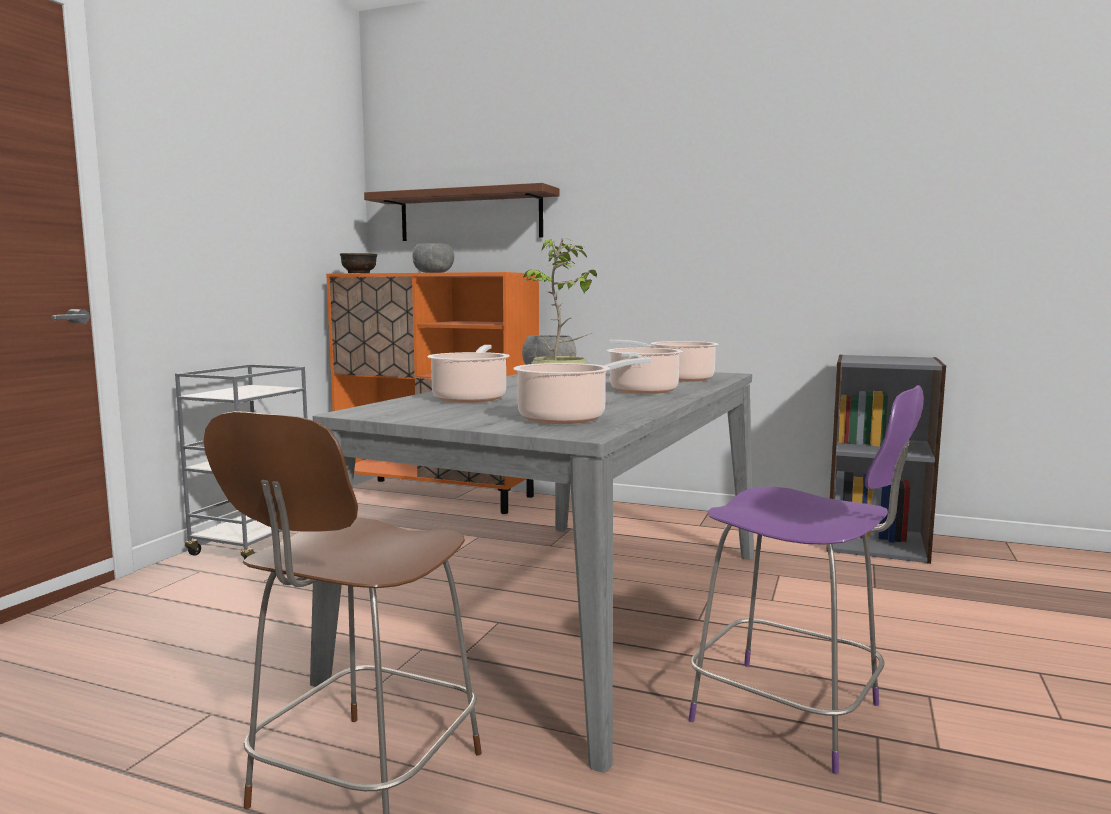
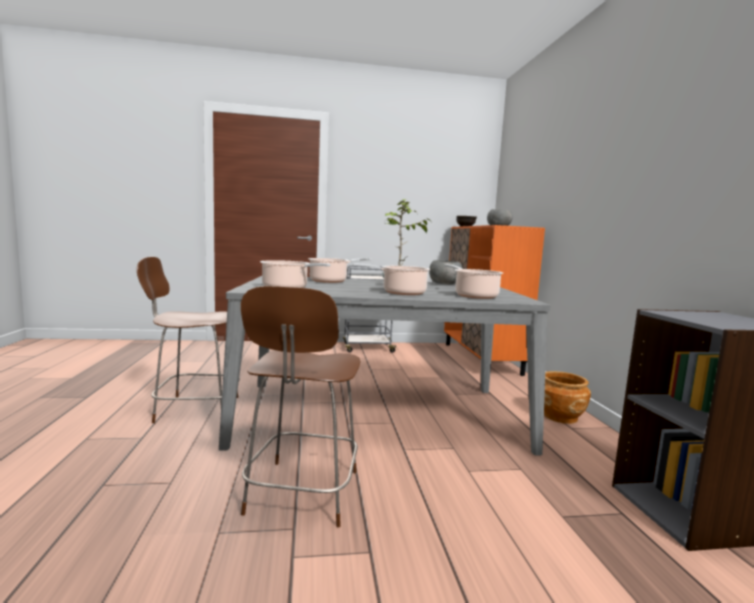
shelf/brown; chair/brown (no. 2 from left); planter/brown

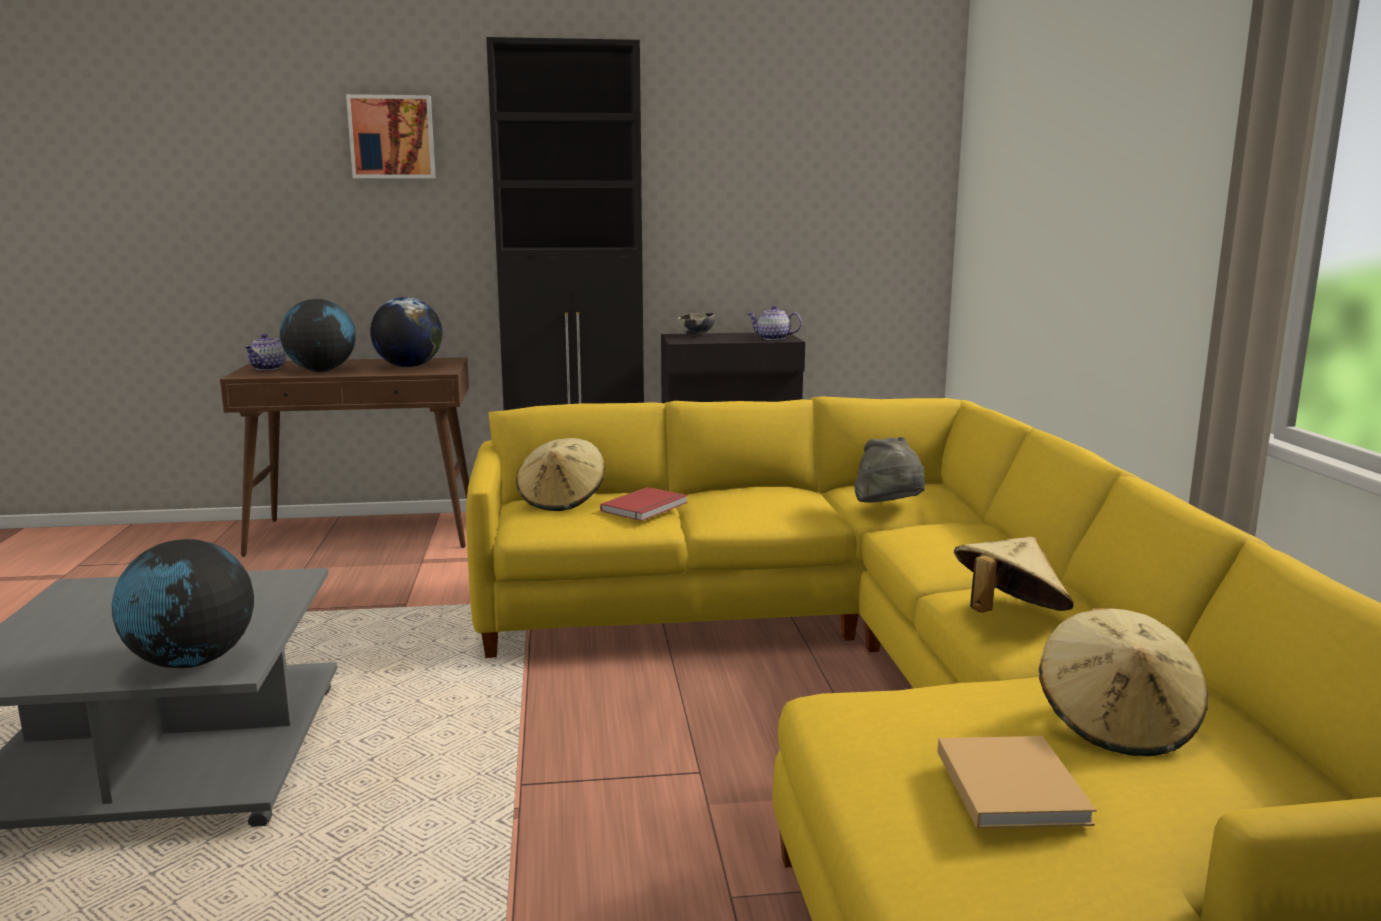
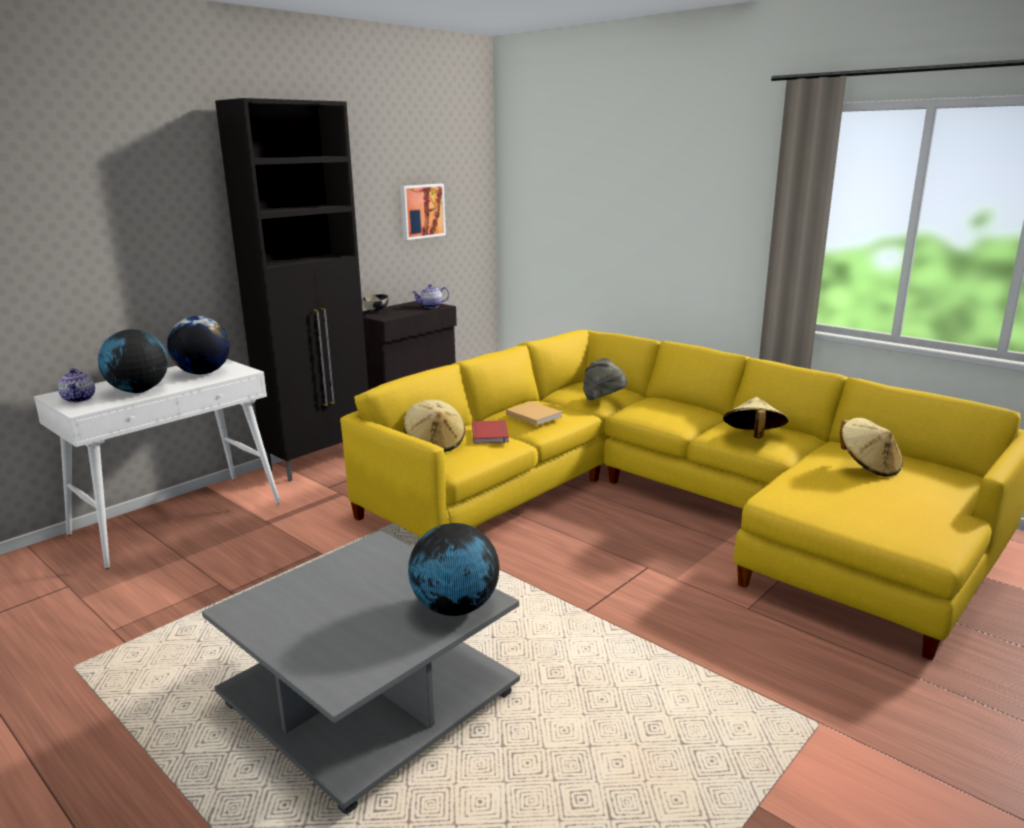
picture; console table/white; book/beige

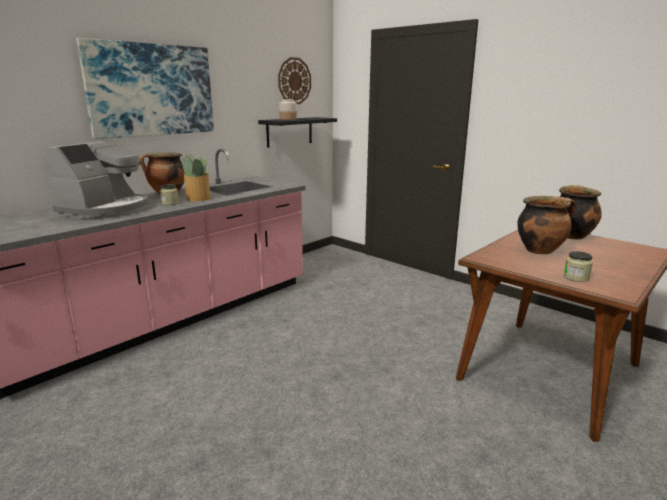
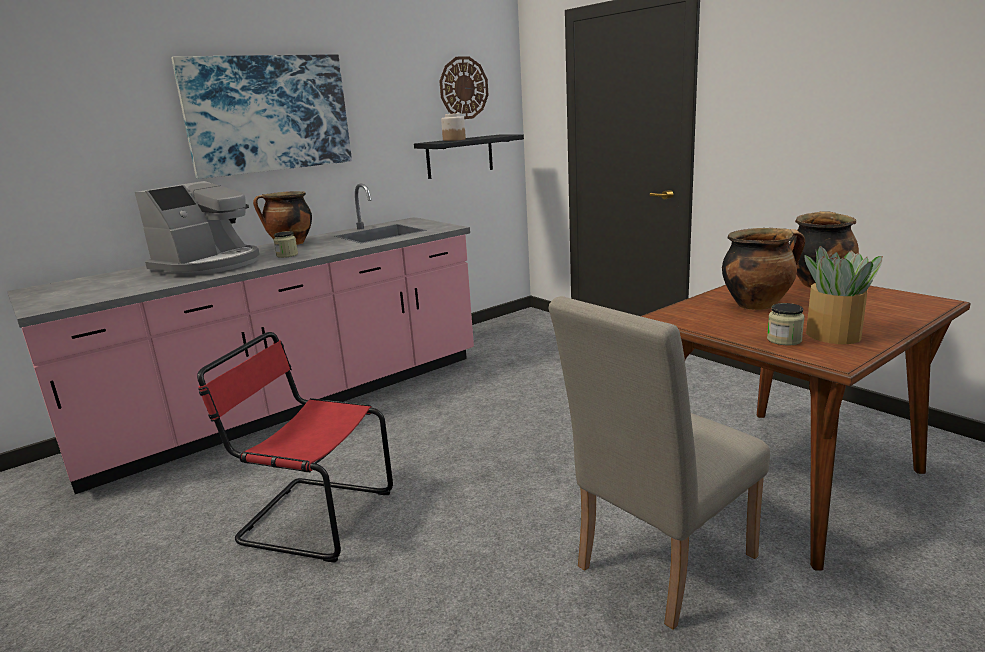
potted plant; chair/beige; chair/red

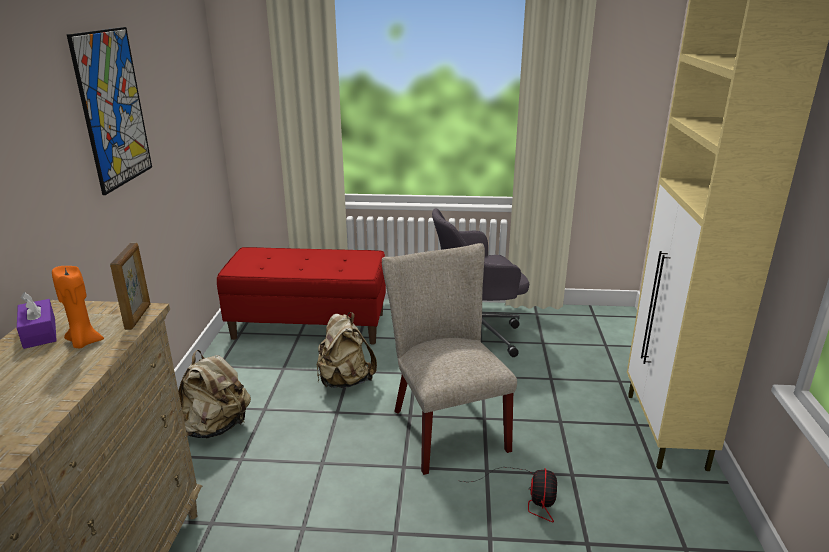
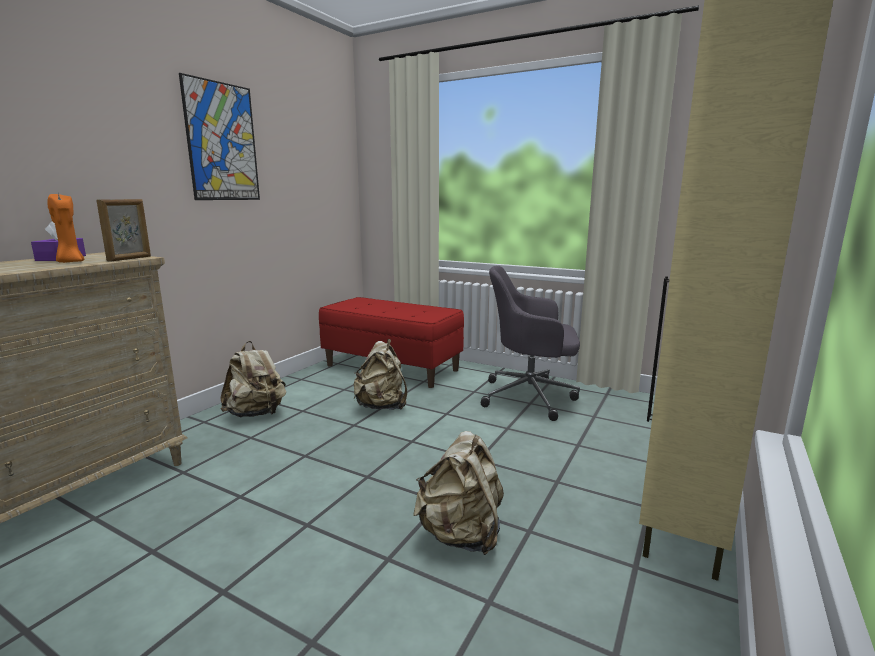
chair/beige; backpack/beige (no. 3 from left)

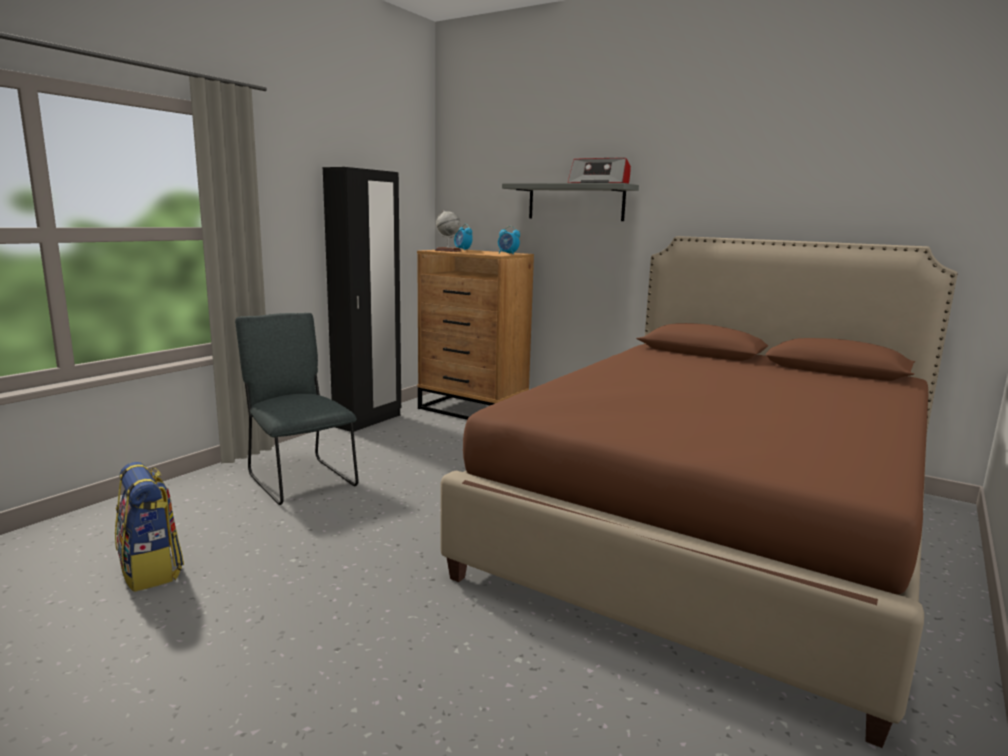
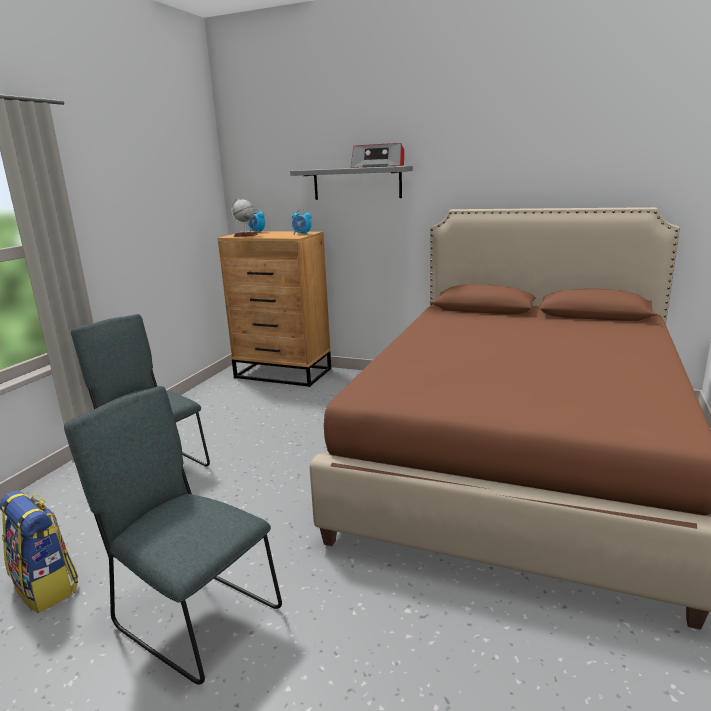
wardrobe/black; chair/grey (no. 2 from left)

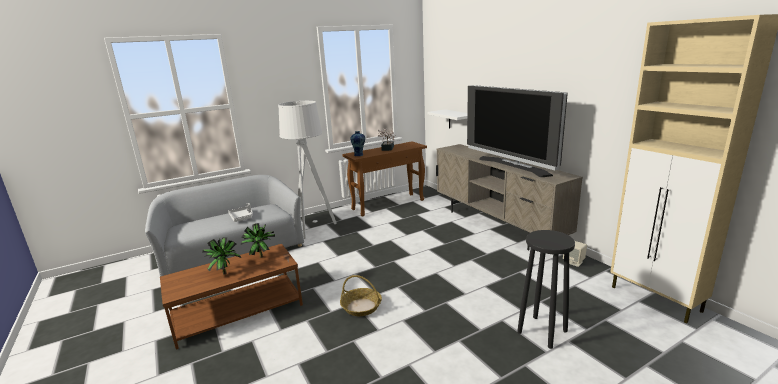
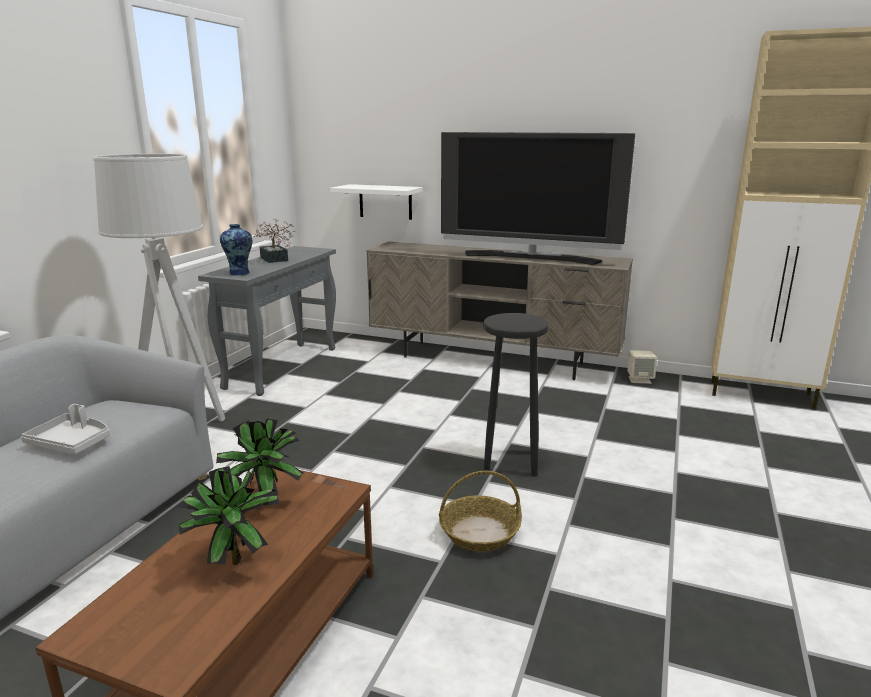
console table/grey; stool/black

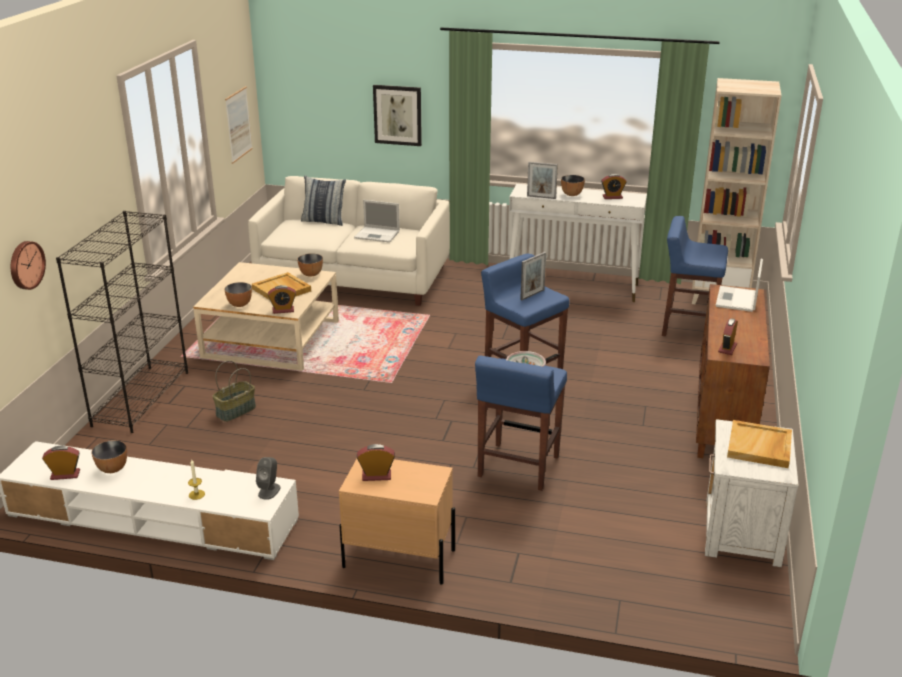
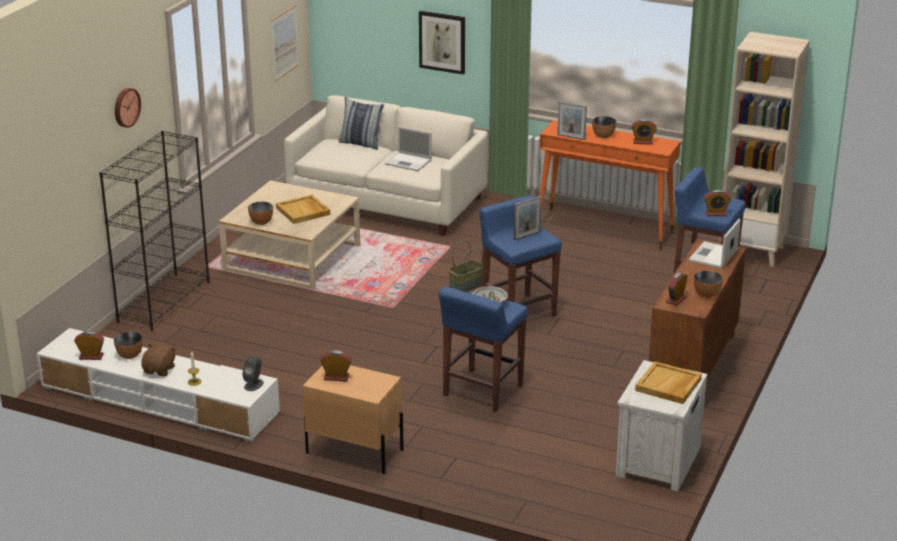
console table/orange; wall clock; bowl (no. 5 from left); alarm clock (no. 5 from left); basket; plush toy/brown

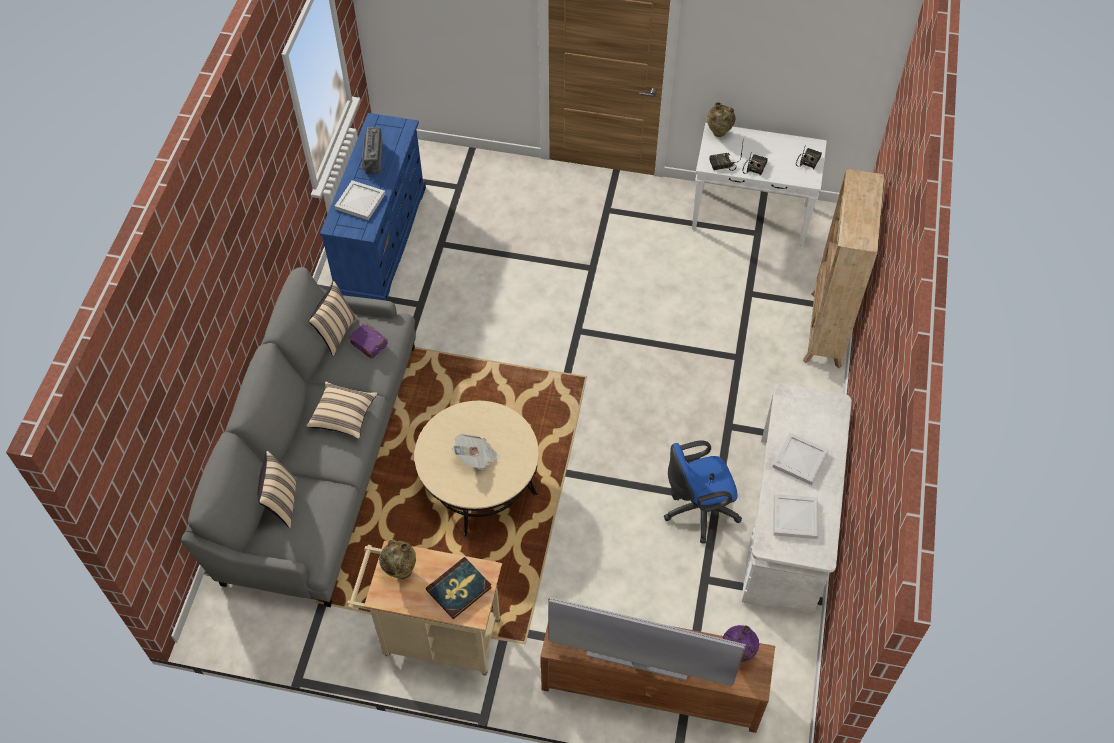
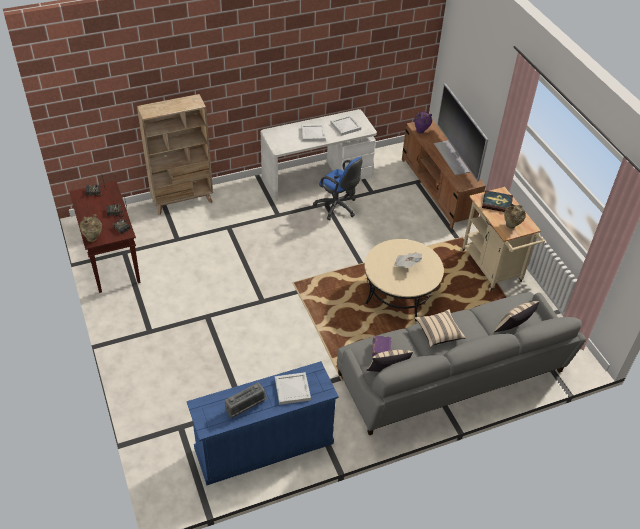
console table/brown

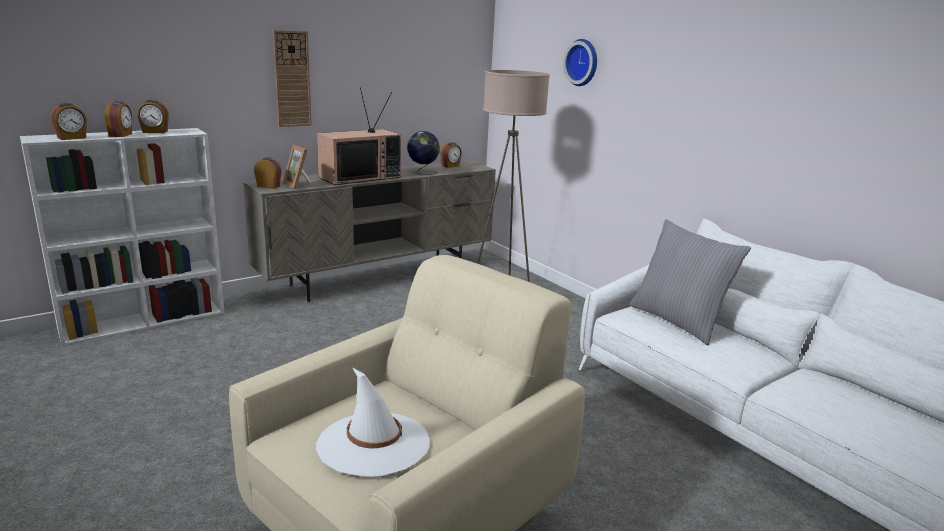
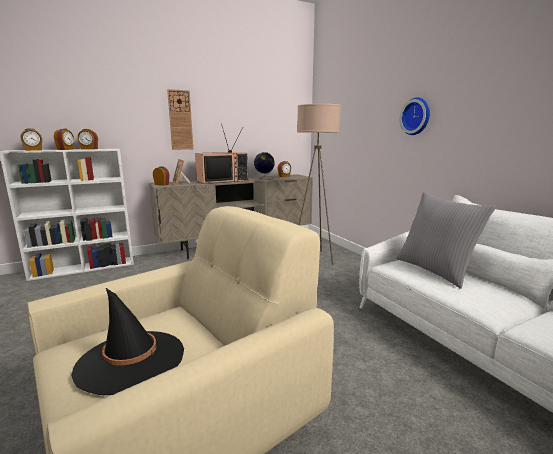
wall clock (no. 2 from left); hat/black

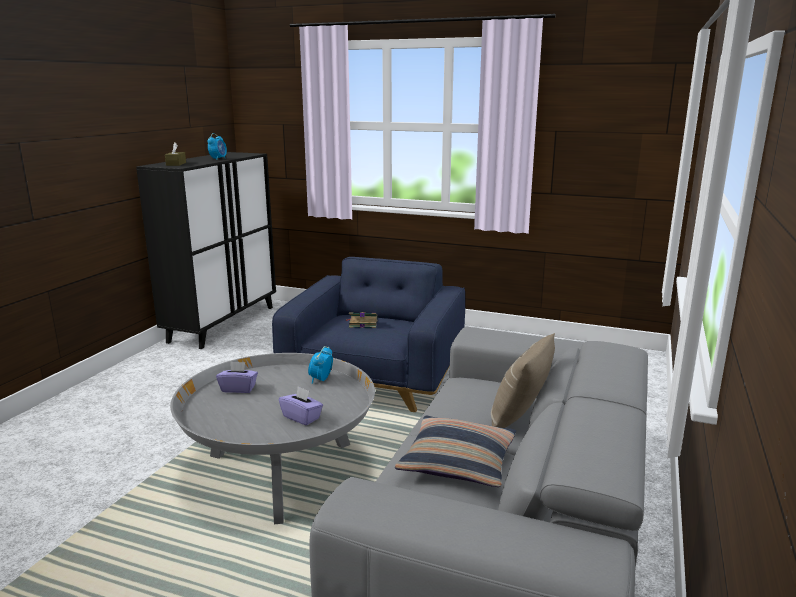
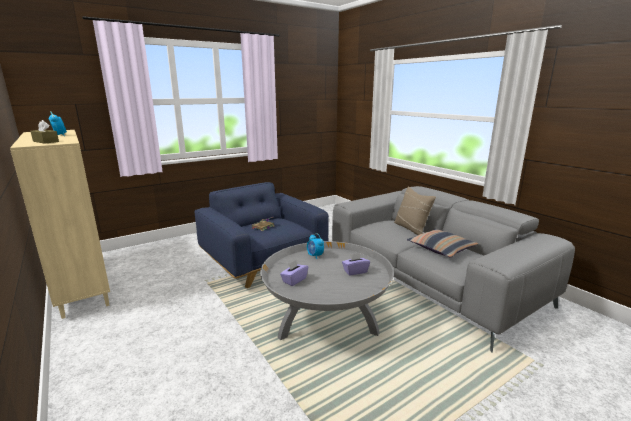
cabinet/beige

